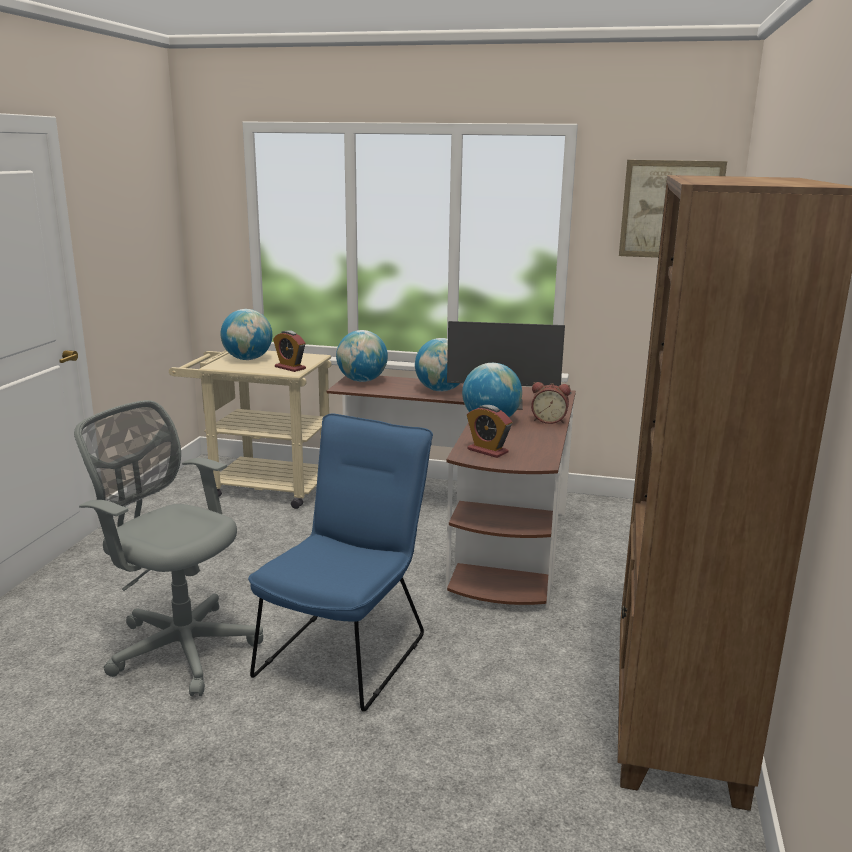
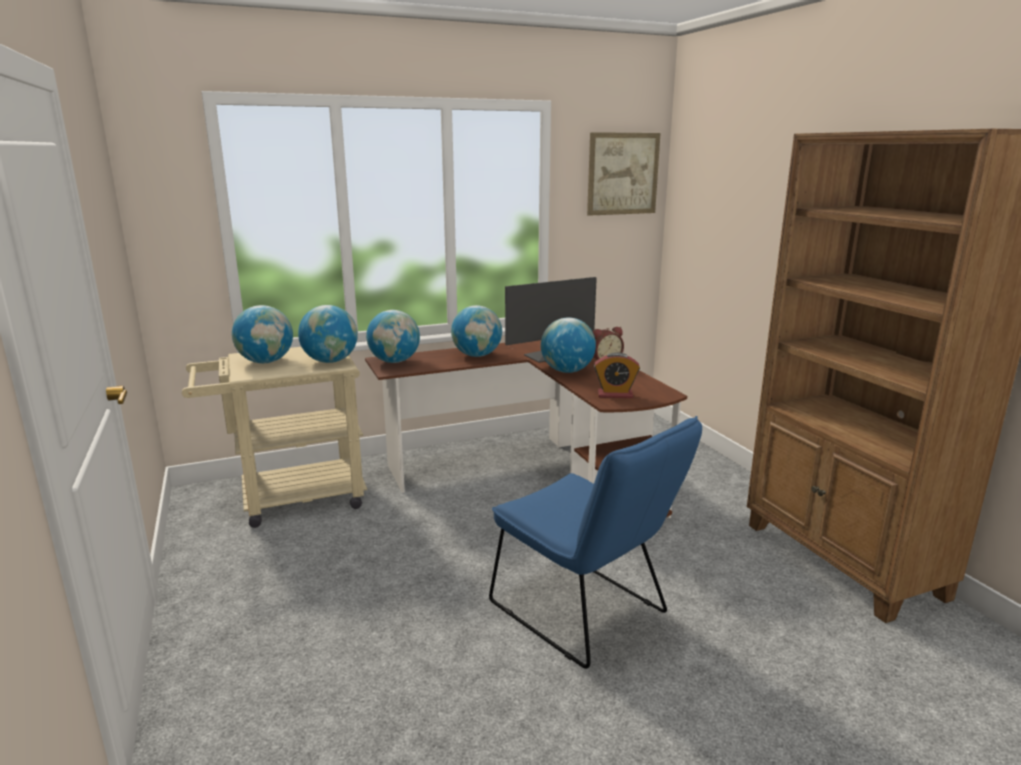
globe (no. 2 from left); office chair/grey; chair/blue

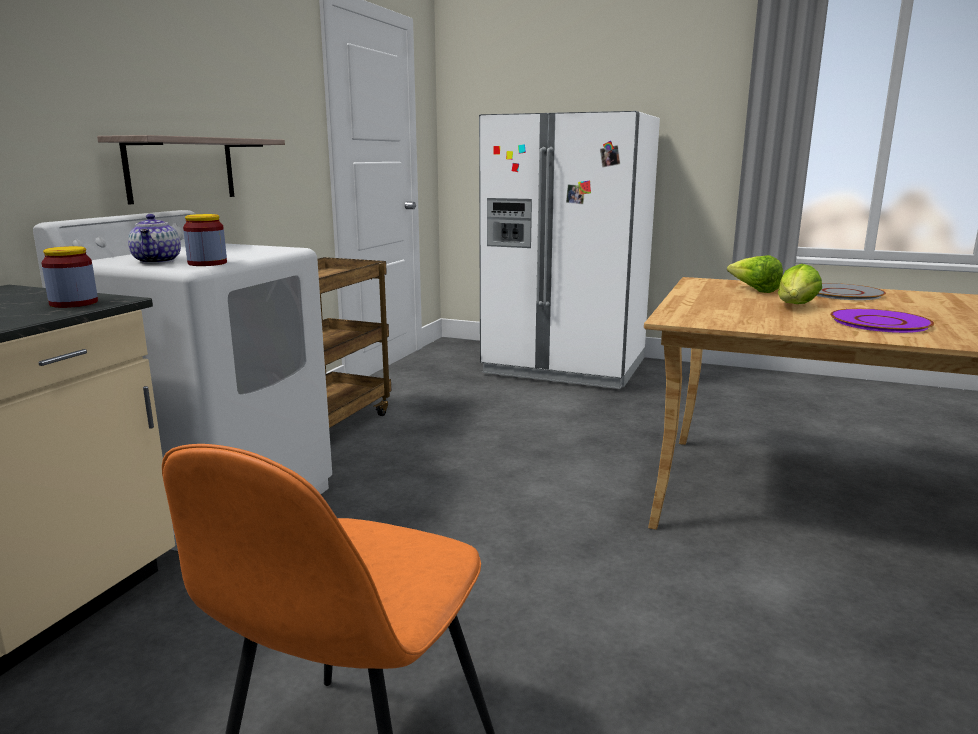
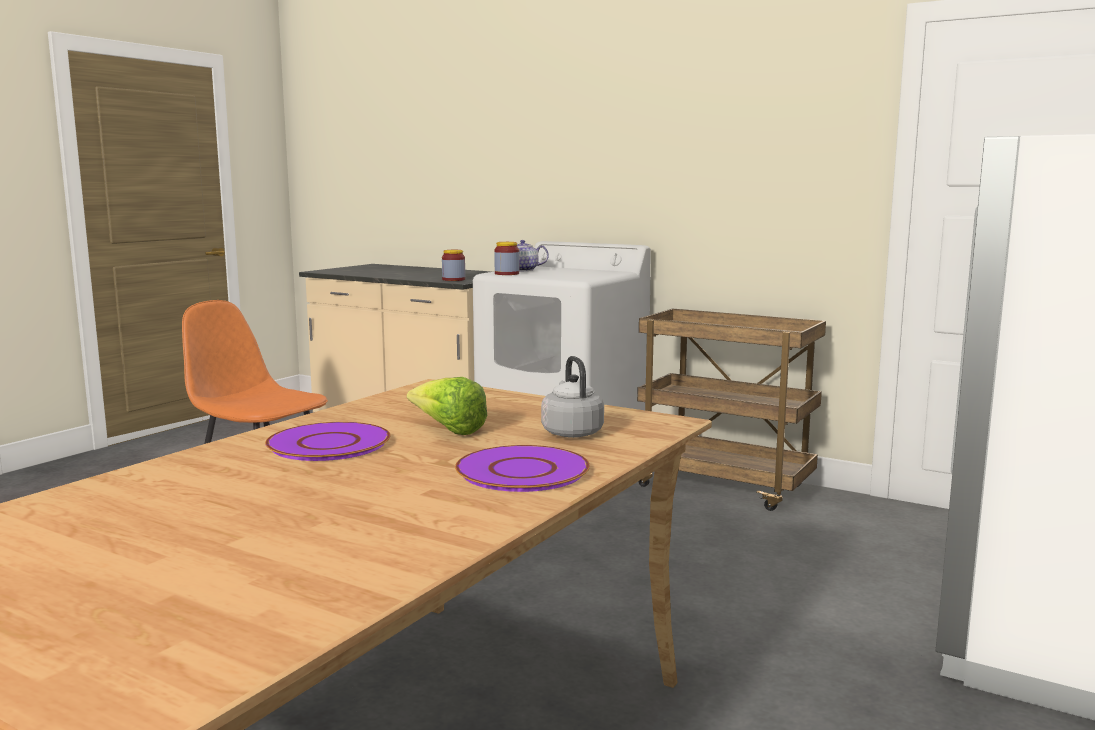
shelf; kettle/grey; plate/purple (no. 2 from left)

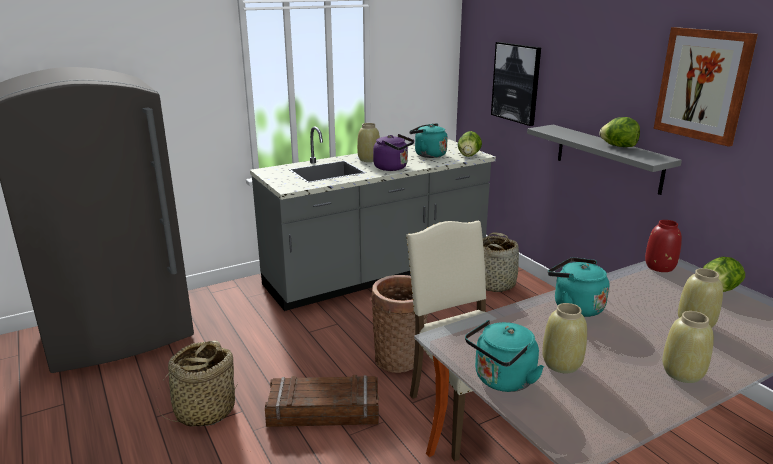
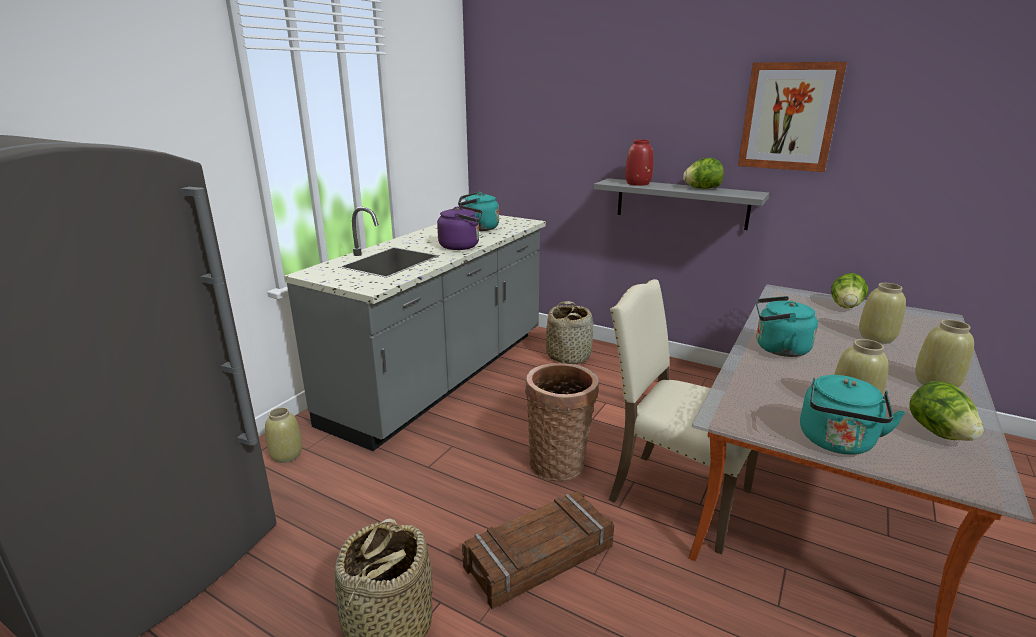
picture (no. 1 from left in the first image); vase/beige (no. 1 from left); lettuce (no. 3 from left); vase/red

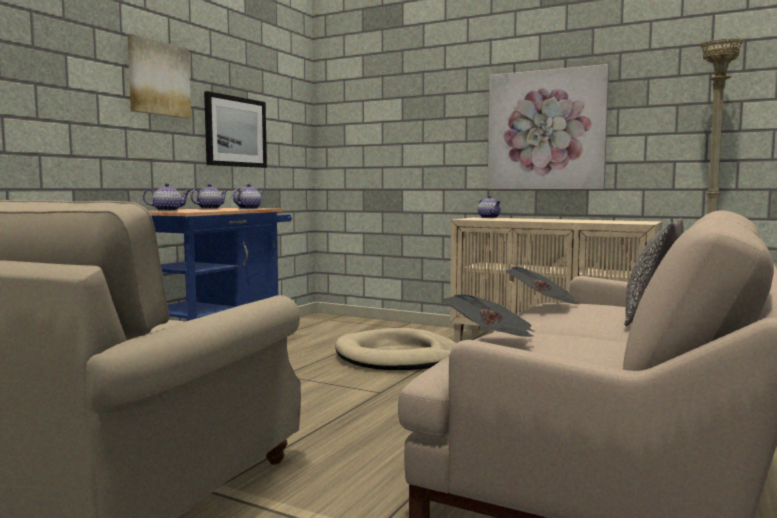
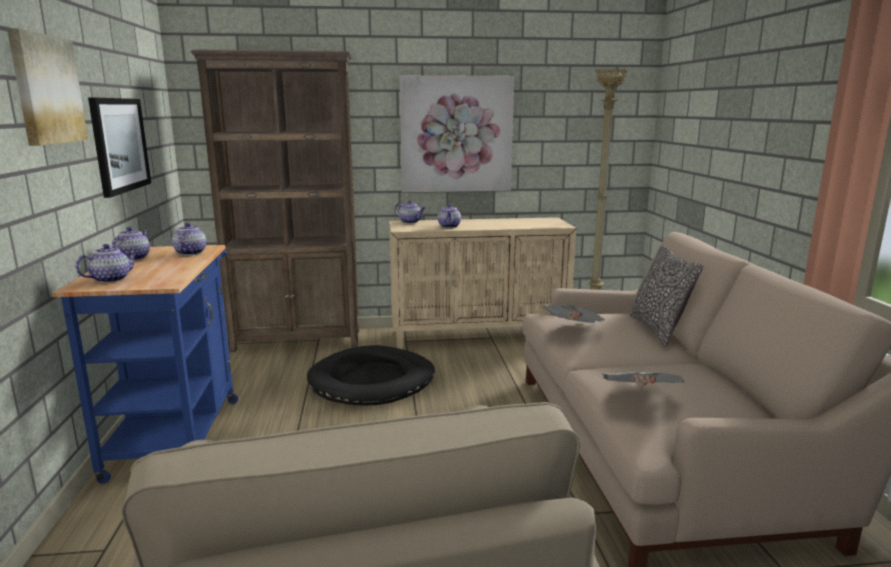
dog bed/black; bookcase/brown; teapot (no. 5 from left)

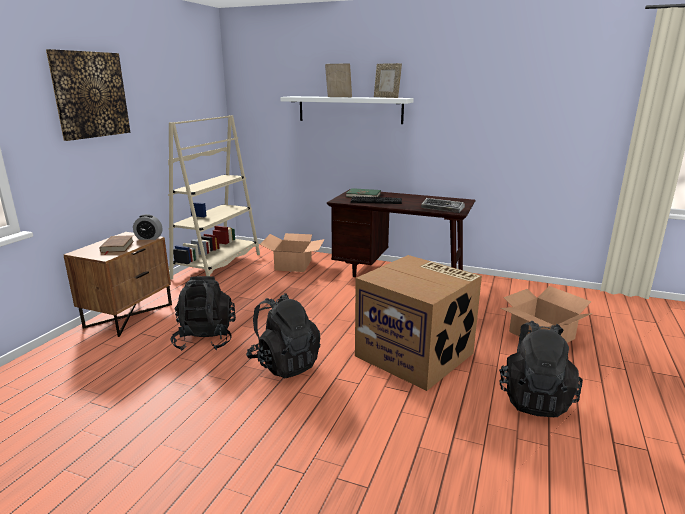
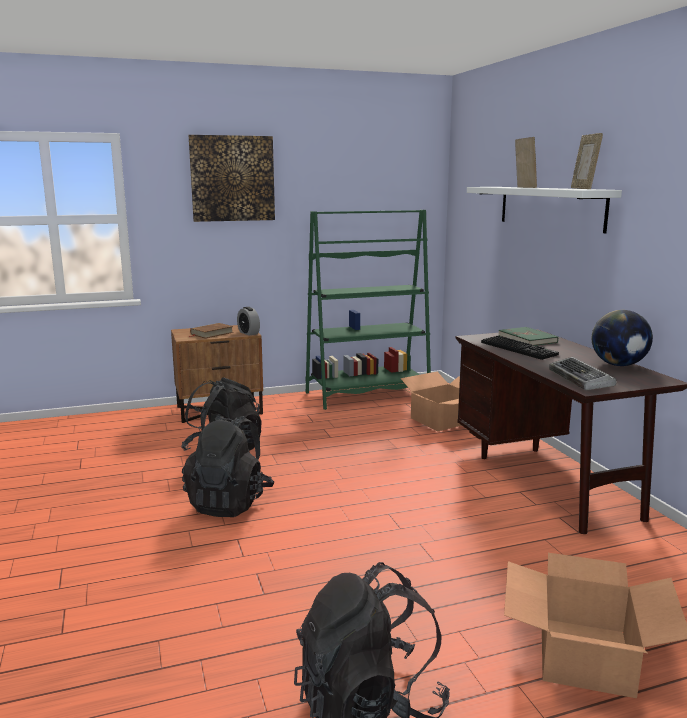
bookcase/green; cardboard box (no. 2 from left in the first image); globe

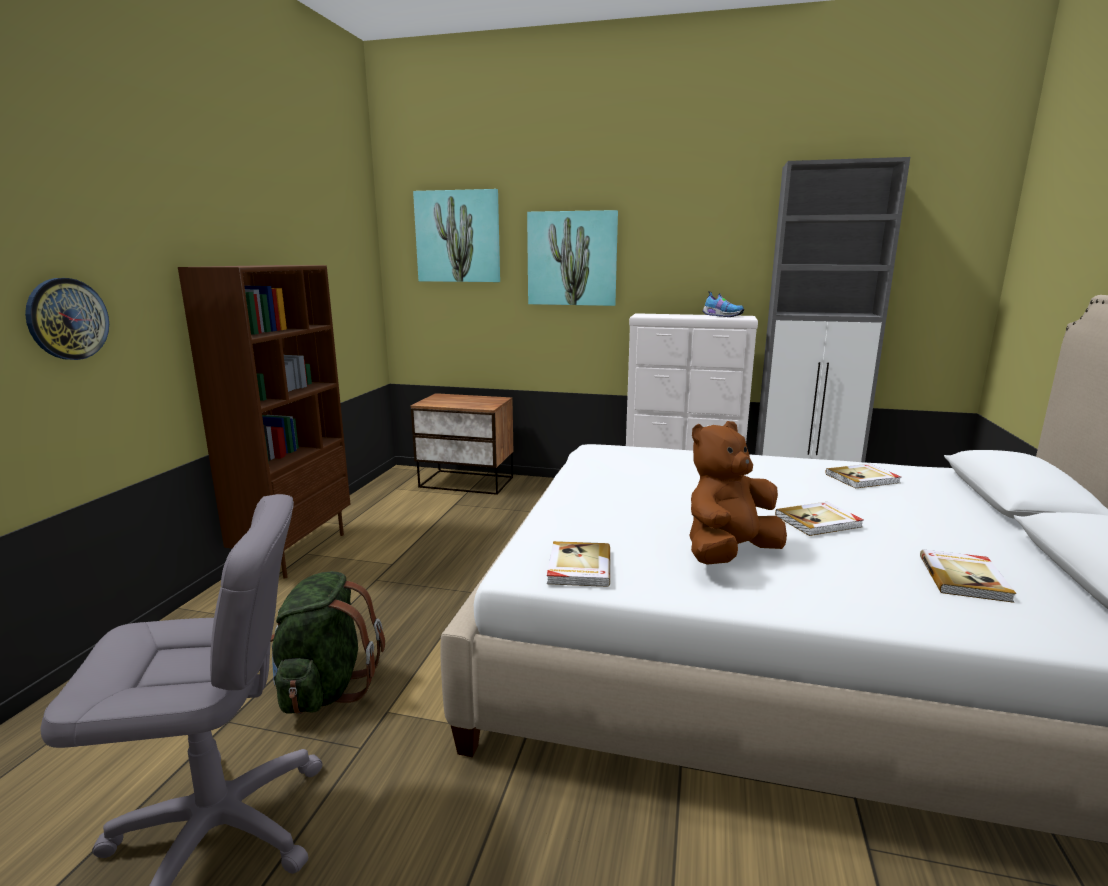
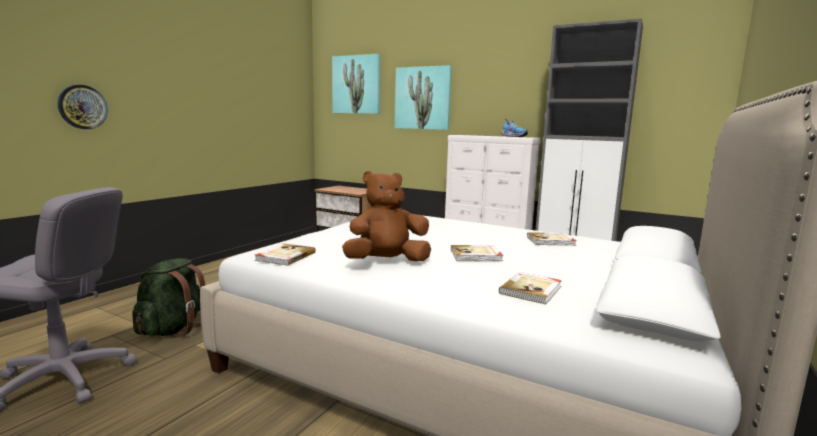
bookcase/brown

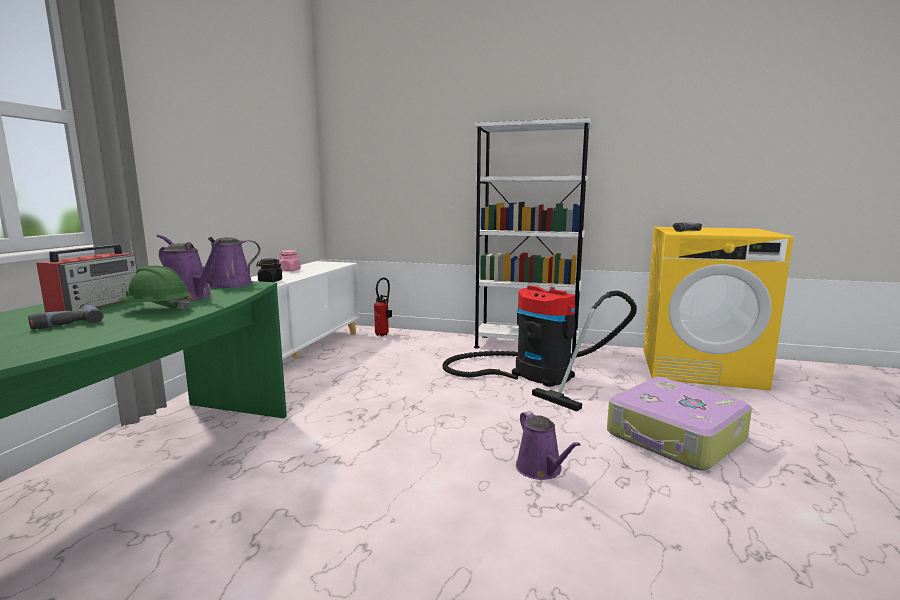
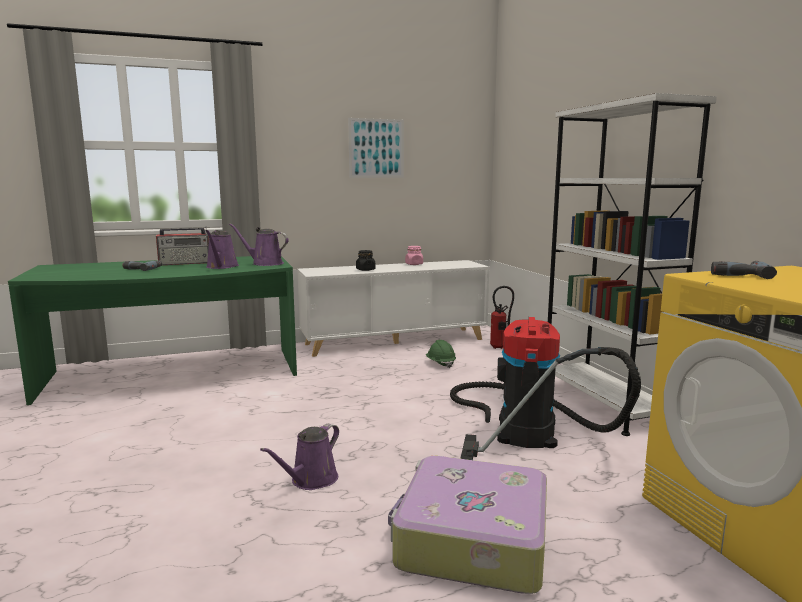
hard hat/green; picture

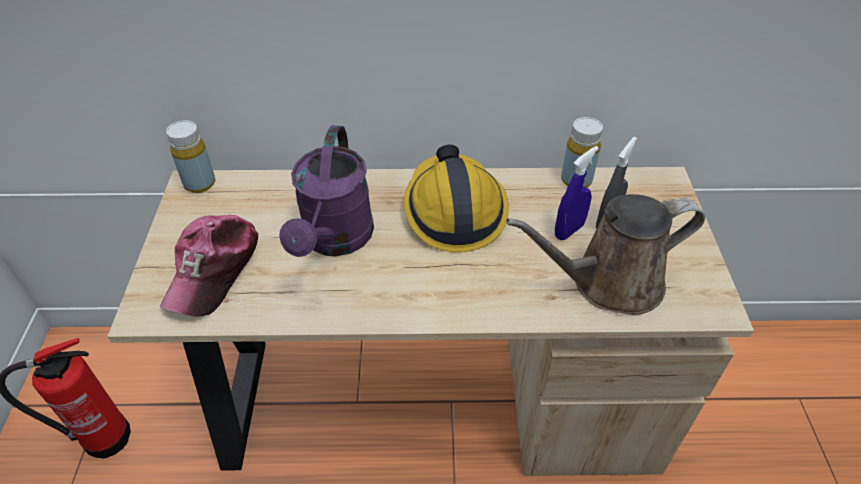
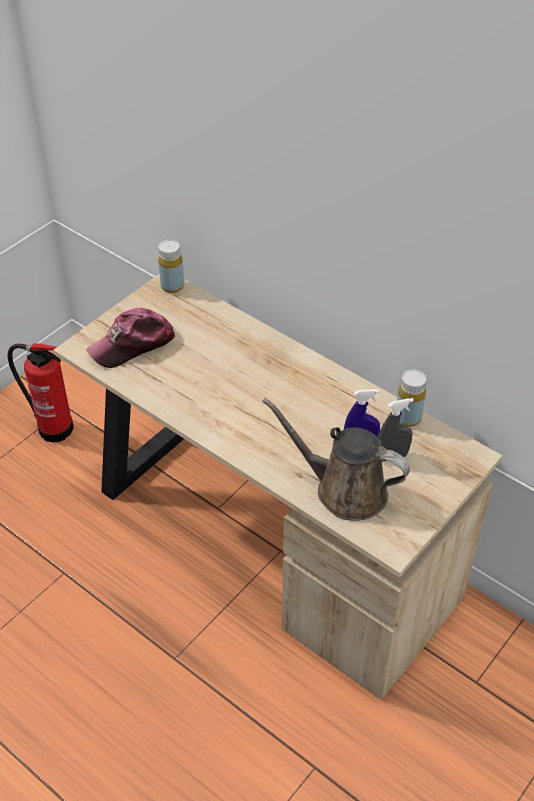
watering can/purple; hard hat

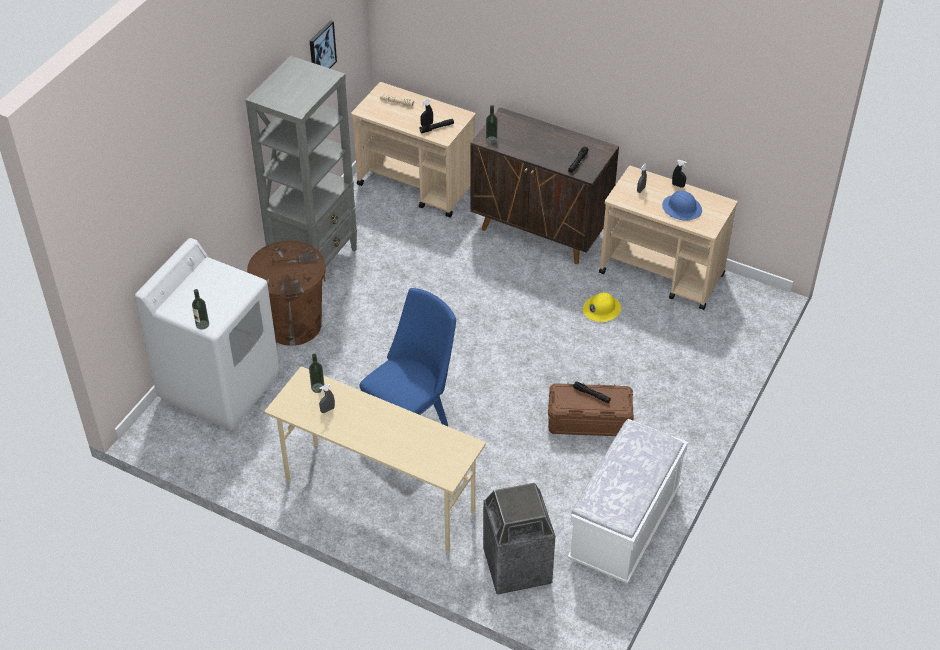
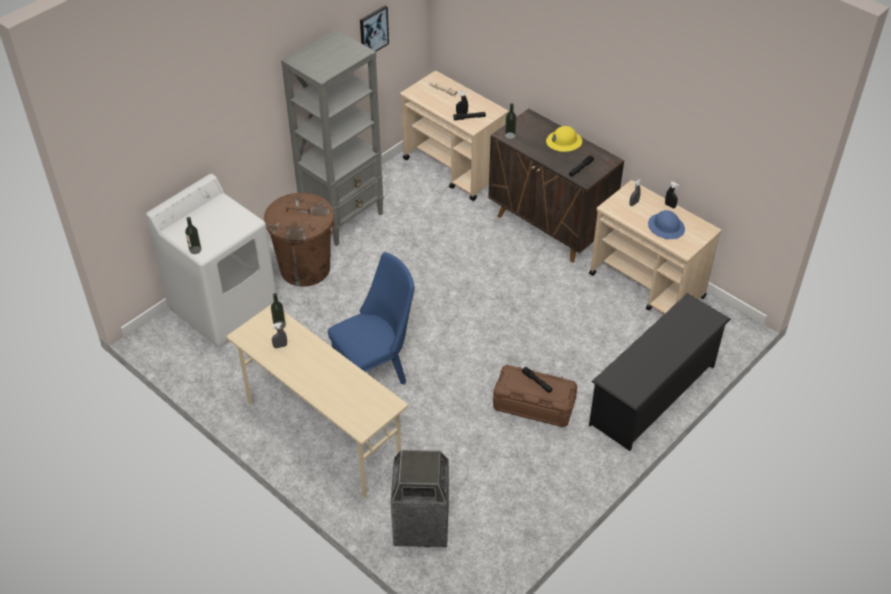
hard hat/yellow; bench/white; shoe rack/black

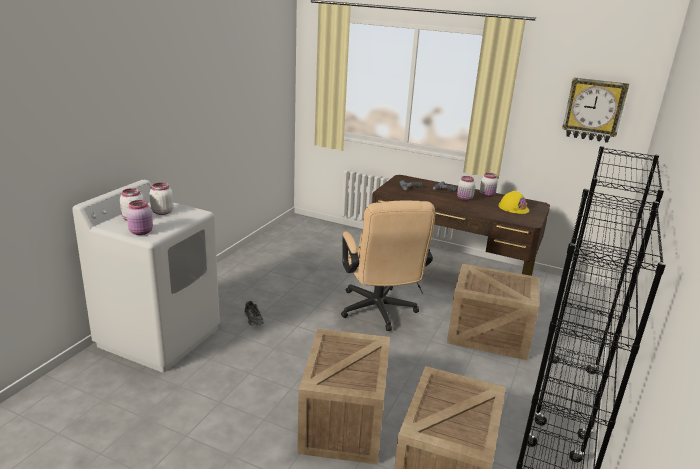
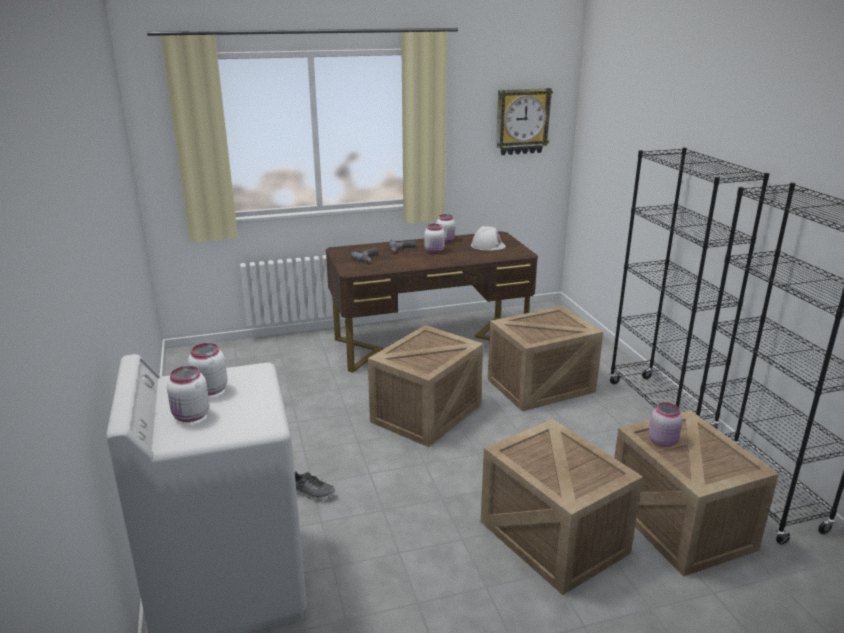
hard hat/white; jar/pink; crate (no. 1 from left)

